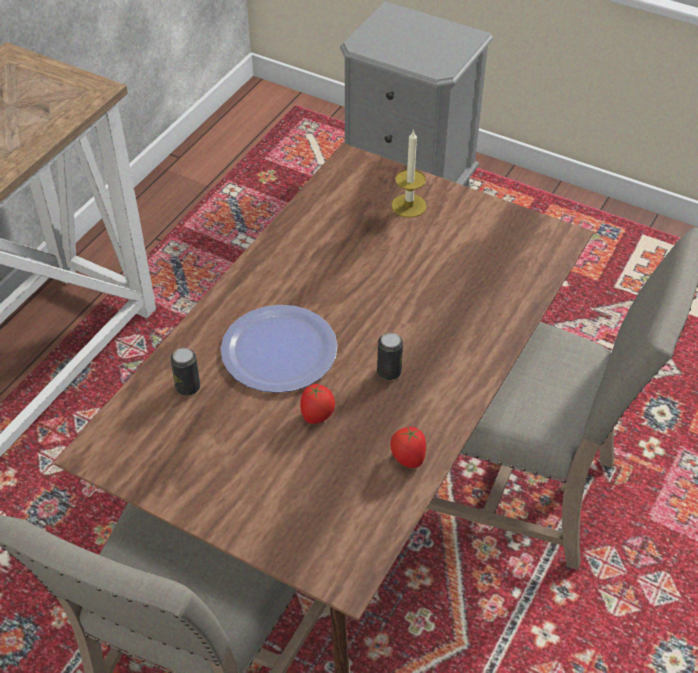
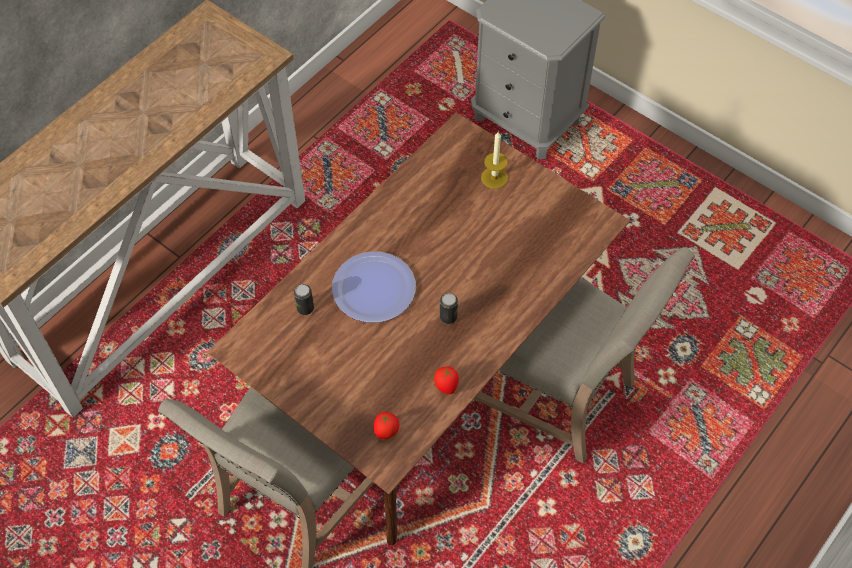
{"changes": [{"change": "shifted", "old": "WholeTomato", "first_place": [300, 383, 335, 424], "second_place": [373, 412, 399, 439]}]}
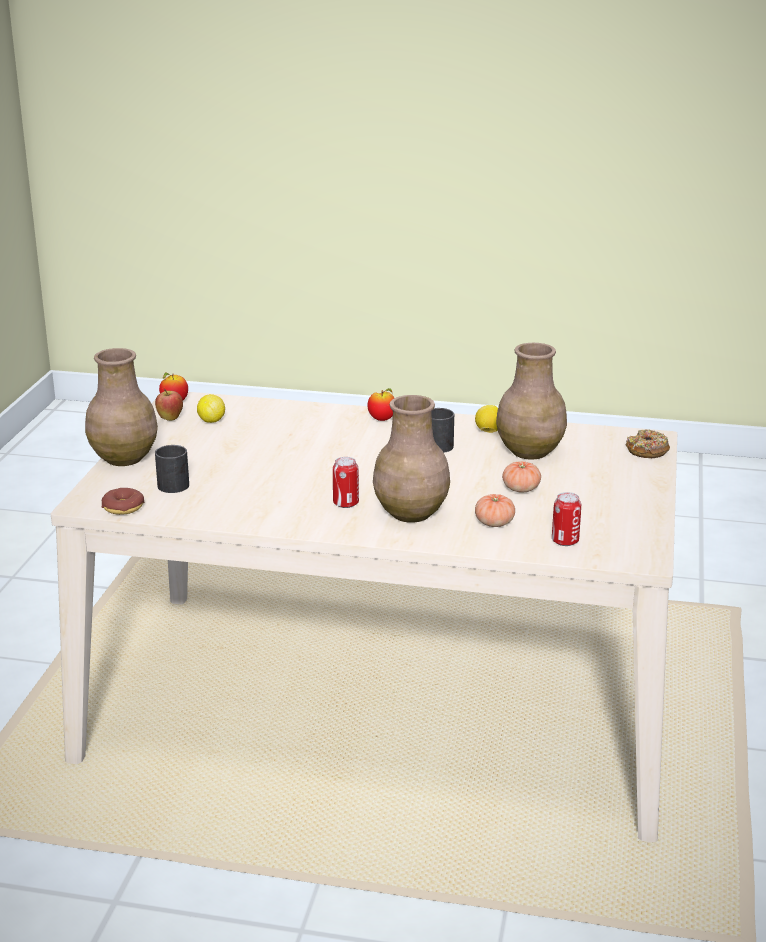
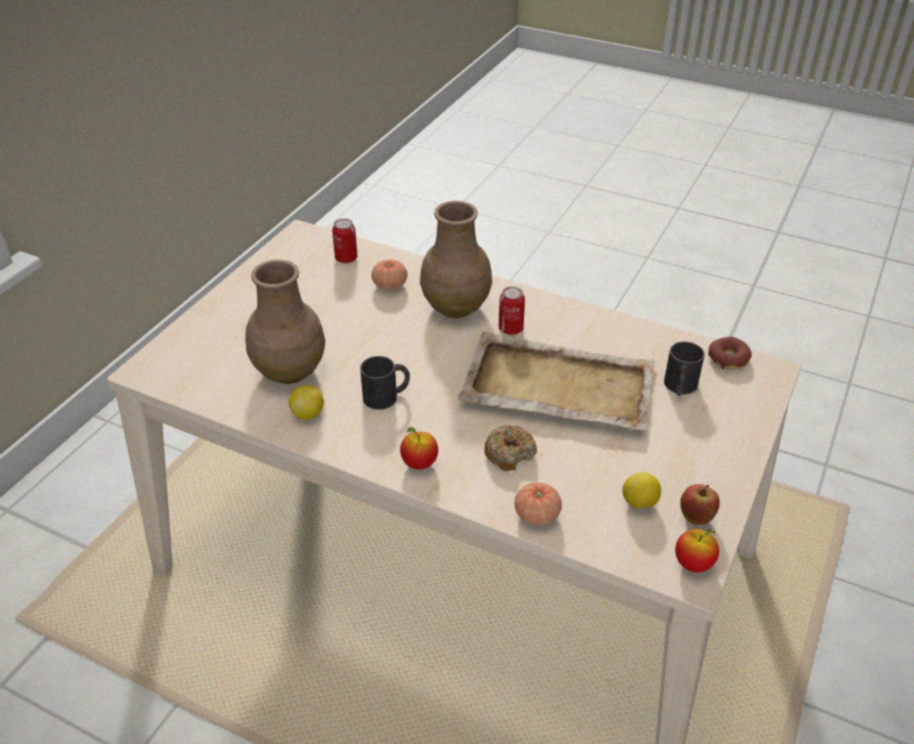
{"changes": [{"change": "gone", "old": "BrownishFlowerVase", "first_place": [85, 348, 158, 466]}, {"change": "shifted", "old": "WholeTomato", "first_place": [502, 461, 541, 492], "second_place": [515, 482, 562, 526]}, {"change": "shifted", "old": "Doughnut", "first_place": [626, 429, 670, 458], "second_place": [484, 425, 537, 471]}, {"change": "new", "new": "SandColouredServingTray", "second_place": [458, 332, 656, 430]}]}
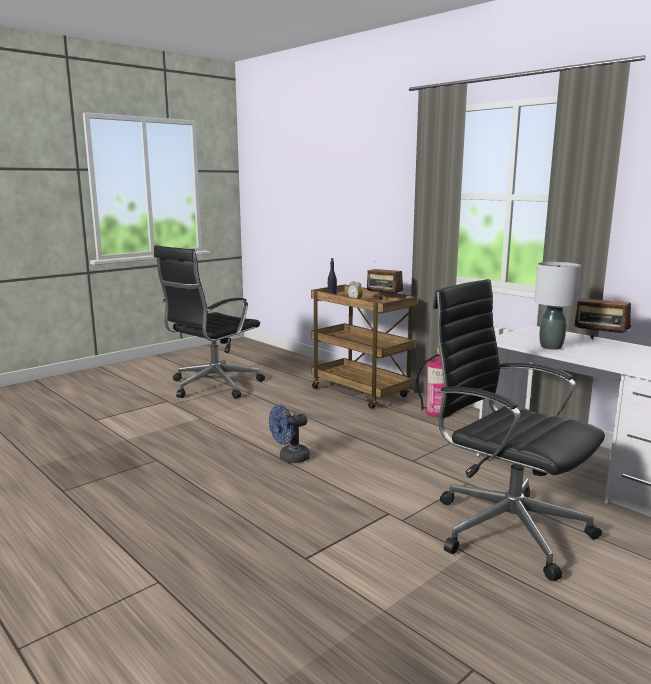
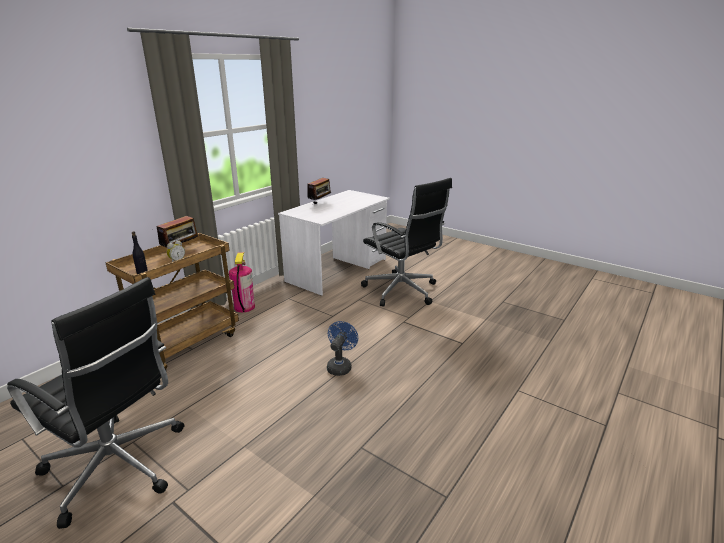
{"changes": [{"change": "rotated", "old": "BlueElectricFan", "first_place": [269, 405, 310, 463], "second_place": [327, 321, 358, 376], "degrees": -120}, {"change": "rotated", "old": "BlackColouredDeskChair", "first_place": [433, 279, 605, 581], "second_place": [361, 178, 452, 306], "degrees": -75}, {"change": "gone", "old": "GreyTableLamp", "first_place": [534, 262, 581, 350]}]}
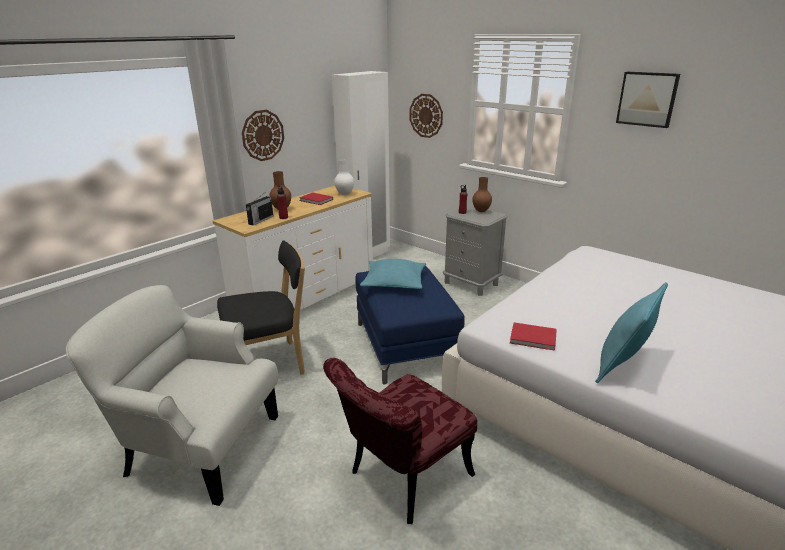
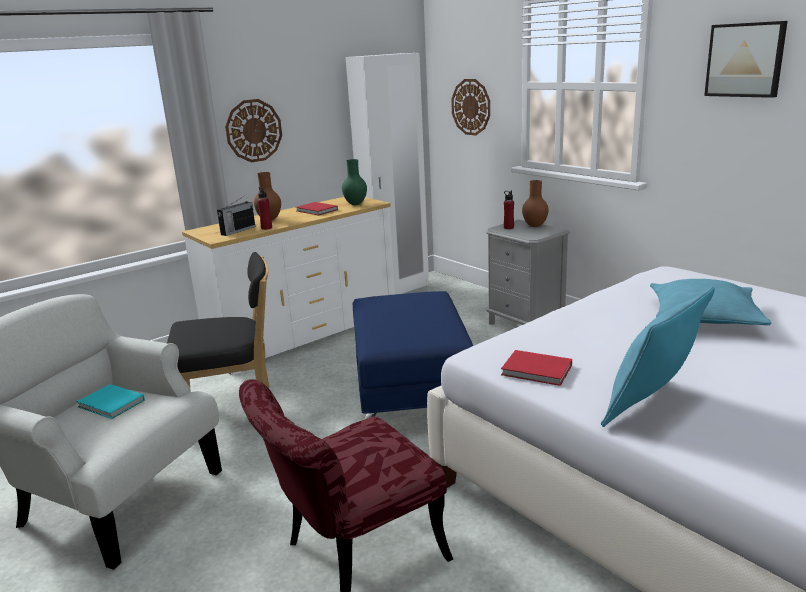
{"changes": [{"change": "repainted", "old": "WhiteFlowerVase", "new": "GreenColouredFlowerVase", "first_place": [334, 159, 354, 195], "second_place": [342, 159, 367, 205]}, {"change": "shifted", "old": "TurquoiseThrowPillow", "first_place": [360, 259, 426, 289], "second_place": [650, 279, 771, 325]}, {"change": "new", "new": "TurquoiseVolume", "second_place": [76, 384, 145, 419]}]}
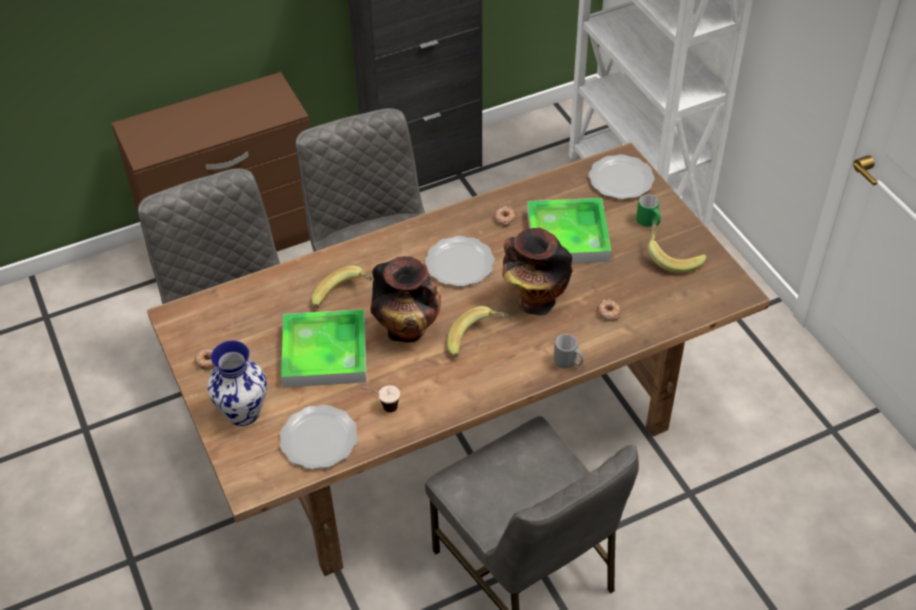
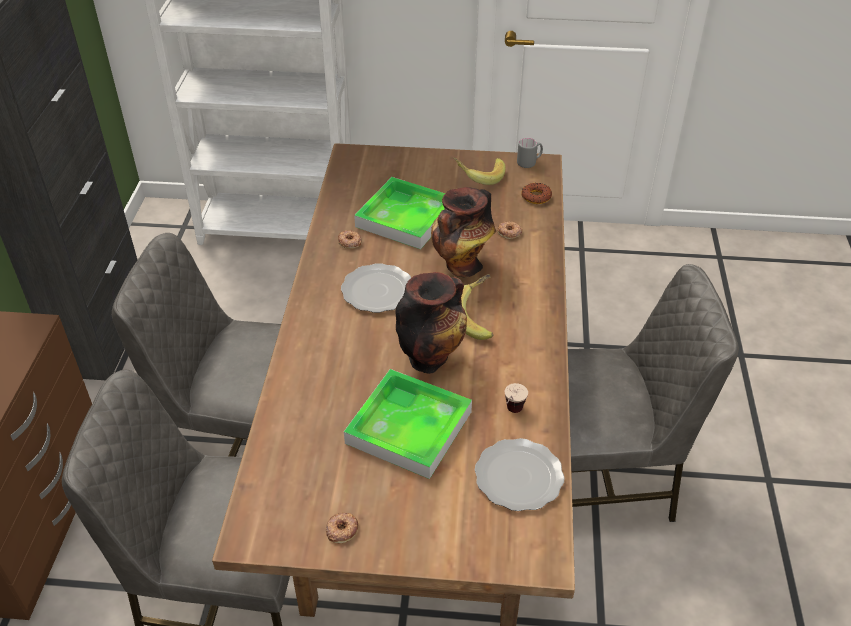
{"changes": [{"change": "gone", "old": "FlowerVase", "first_place": [207, 341, 267, 426]}, {"change": "gone", "old": "WholeBanana", "first_place": [312, 266, 373, 308]}, {"change": "shifted", "old": "GreyCoffeeMug", "first_place": [554, 334, 584, 369], "second_place": [517, 138, 543, 168]}, {"change": "gone", "old": "Plate", "first_place": [589, 154, 655, 199]}, {"change": "gone", "old": "GreenColouredCoffeeMug", "first_place": [636, 194, 661, 226]}, {"change": "new", "new": "Doughnut", "second_place": [521, 183, 552, 204]}]}
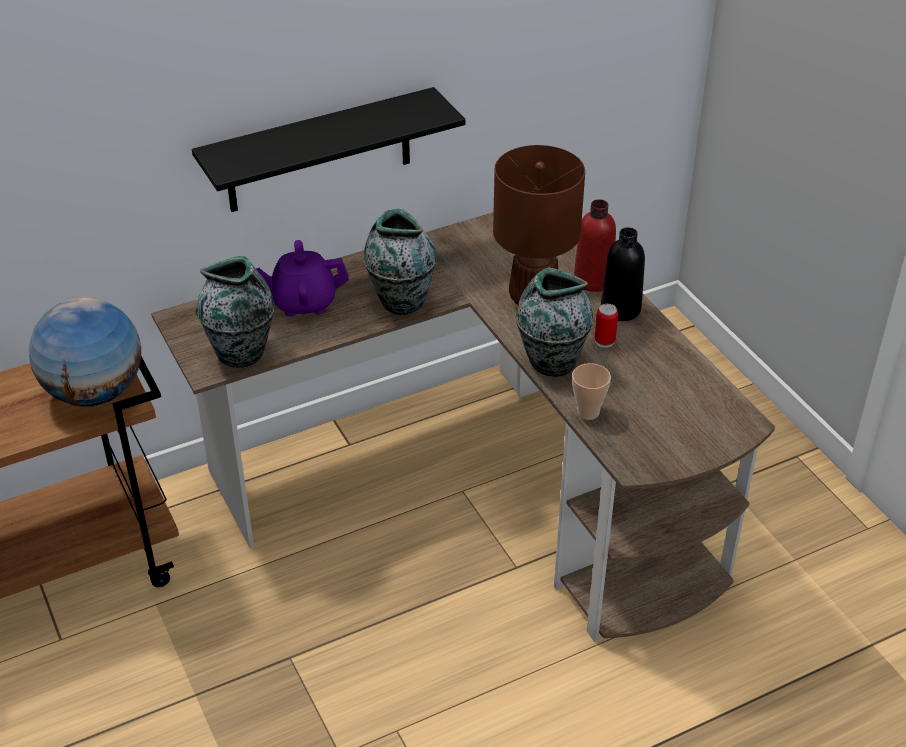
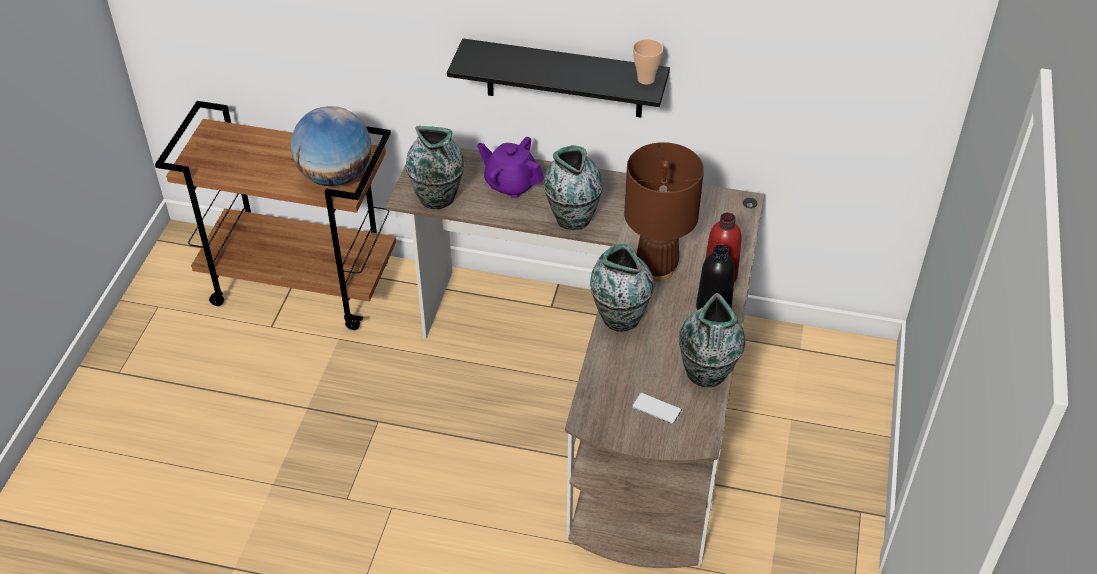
{"changes": [{"change": "shifted", "old": "SmallCup", "first_place": [572, 363, 611, 420], "second_place": [633, 39, 663, 85]}, {"change": "gone", "old": "MetalCan", "first_place": [595, 304, 618, 348]}, {"change": "new", "new": "Telephone", "second_place": [632, 393, 682, 424]}, {"change": "new", "new": "FlowerVase", "second_place": [679, 293, 745, 388]}]}
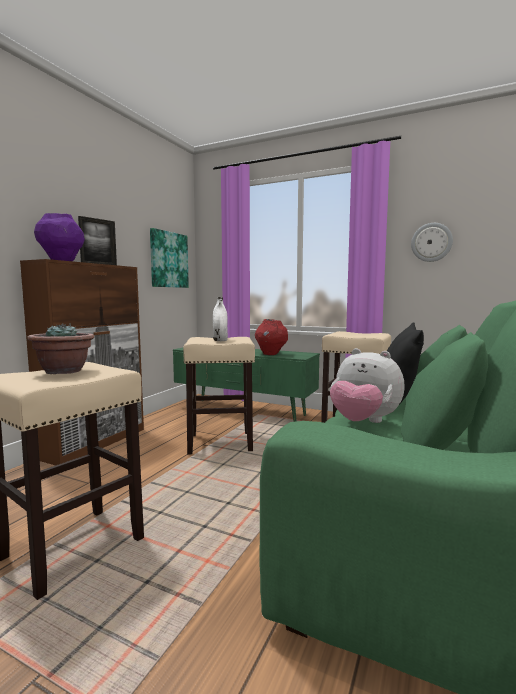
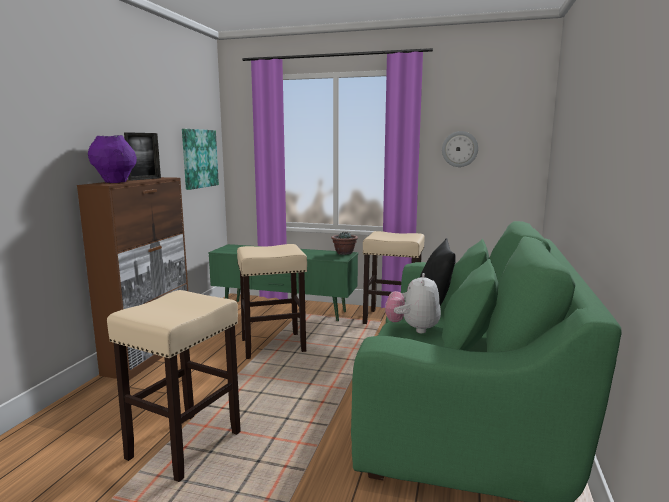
{"changes": [{"change": "shifted", "old": "PottedPlant", "first_place": [27, 323, 94, 374], "second_place": [331, 231, 358, 255]}, {"change": "gone", "old": "WhiteFlowerVase", "first_place": [213, 297, 228, 341]}, {"change": "gone", "old": "ReddishFlowerVase", "first_place": [255, 319, 288, 355]}, {"change": "rotated", "old": "PlushToy", "first_place": [330, 348, 405, 423], "second_place": [385, 273, 441, 333], "degrees": 75}]}
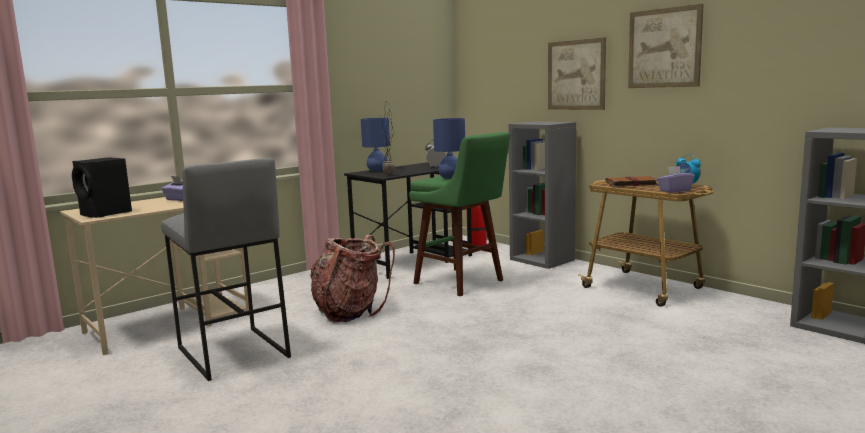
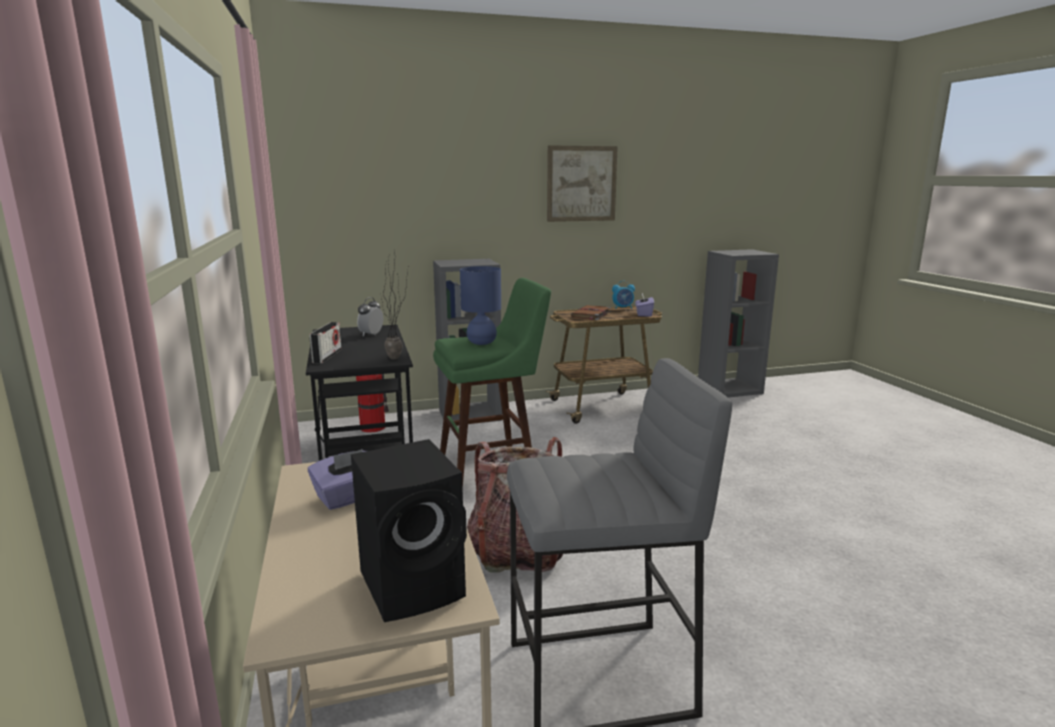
{"changes": [{"change": "swapped", "old": "BlueTableLamp", "new": "RadioReceiver", "first_place": [361, 118, 390, 171], "second_place": [309, 322, 342, 363]}, {"change": "gone", "old": "Picture", "first_place": [548, 37, 606, 110]}]}
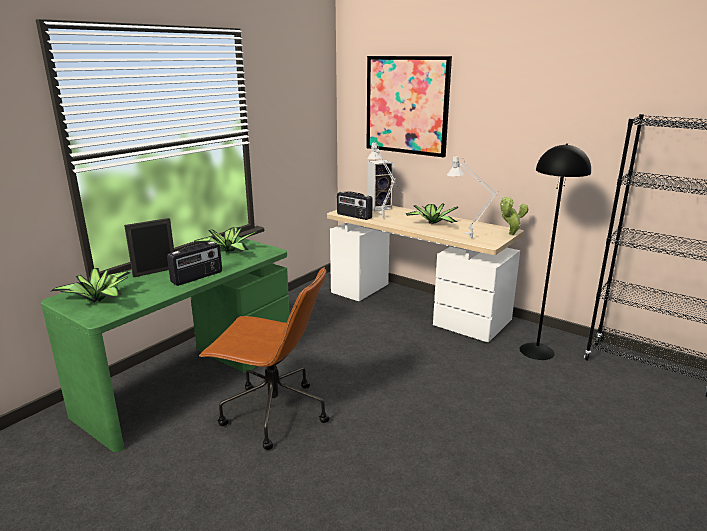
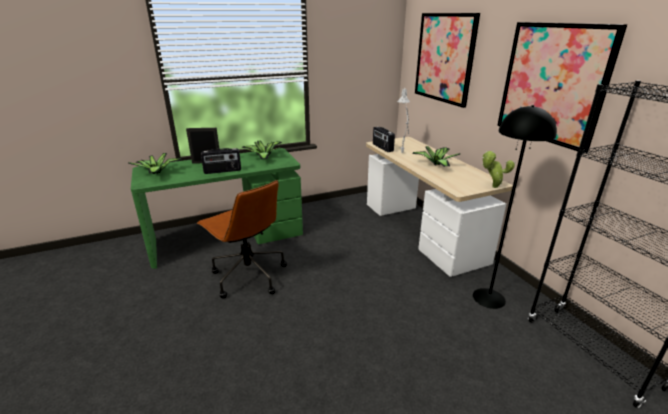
{"changes": [{"change": "gone", "old": "Speaker", "first_place": [367, 160, 393, 211]}, {"change": "gone", "old": "GreyTableLamp", "first_place": [447, 155, 510, 238]}, {"change": "new", "new": "Picture", "second_place": [497, 22, 627, 153]}]}
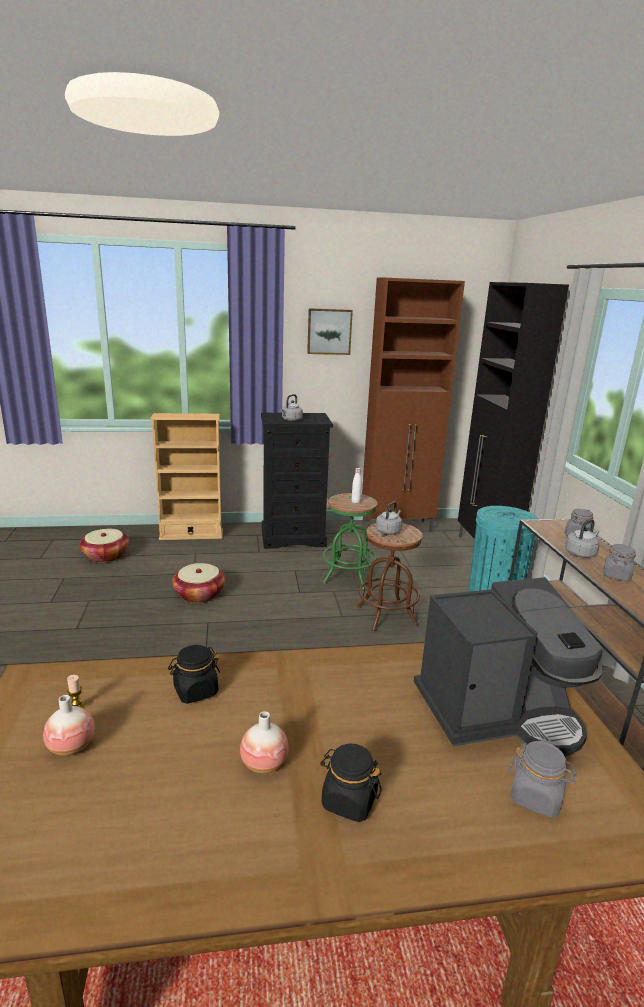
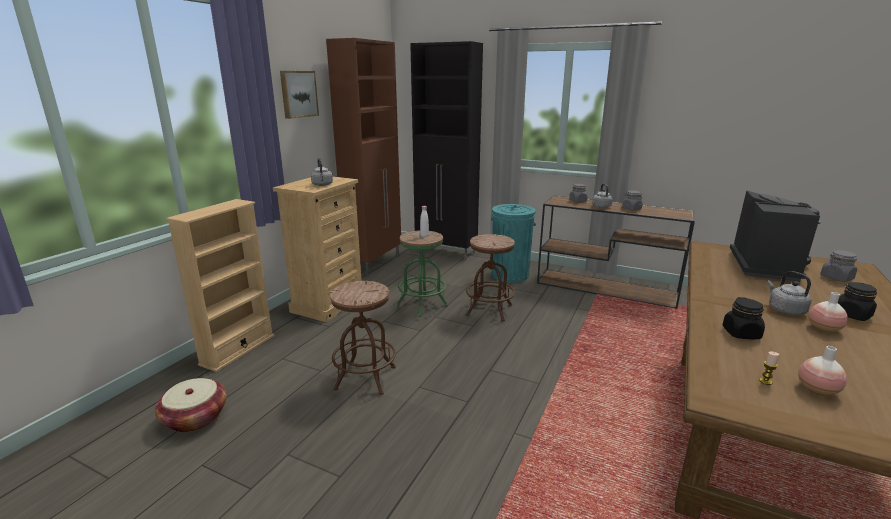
{"changes": [{"change": "swapped", "old": "StorageBasket", "new": "BrownishStool", "first_place": [172, 563, 225, 603], "second_place": [330, 281, 396, 395]}, {"change": "repainted", "old": "BlackColouredDresser", "new": "SandColouredDresser", "first_place": [261, 413, 333, 549], "second_place": [273, 177, 362, 322]}, {"change": "shifted", "old": "GreyKettle", "first_place": [376, 501, 402, 535], "second_place": [767, 271, 812, 316]}]}
